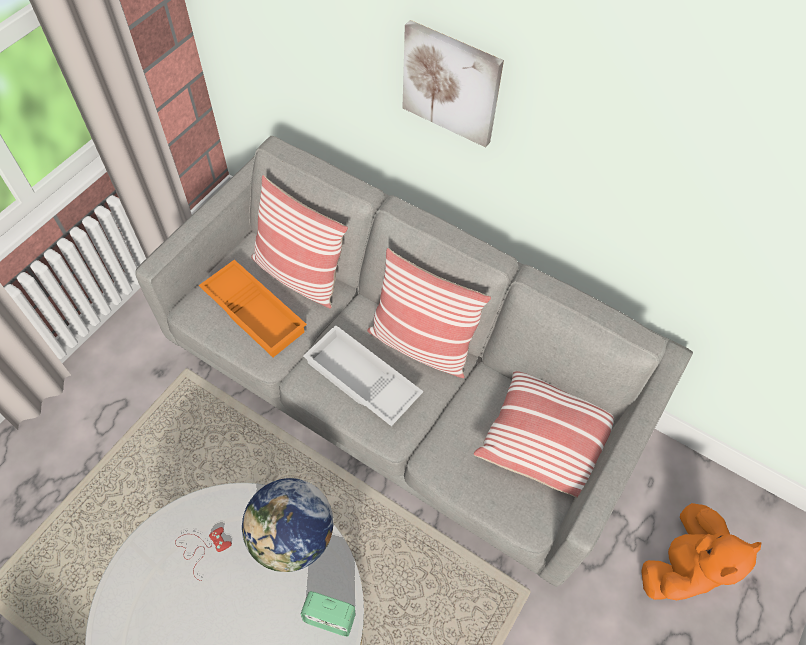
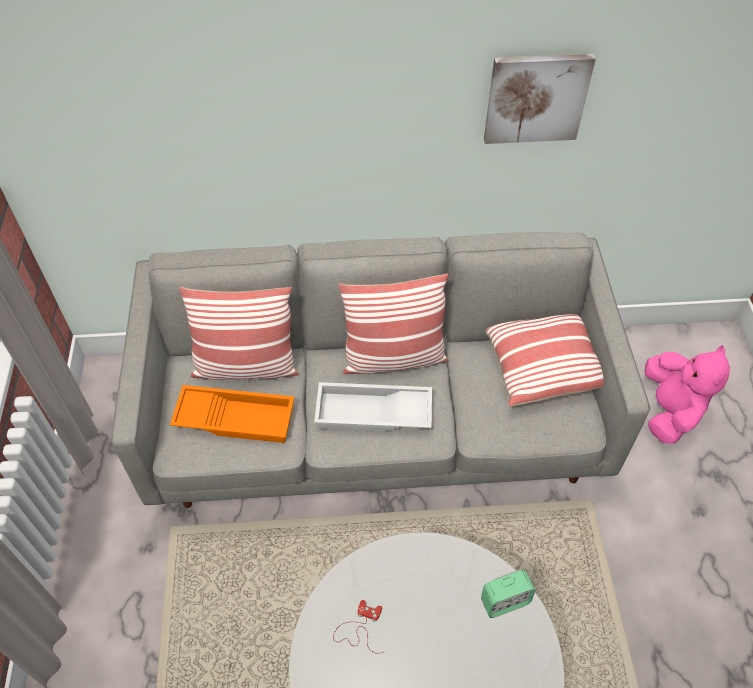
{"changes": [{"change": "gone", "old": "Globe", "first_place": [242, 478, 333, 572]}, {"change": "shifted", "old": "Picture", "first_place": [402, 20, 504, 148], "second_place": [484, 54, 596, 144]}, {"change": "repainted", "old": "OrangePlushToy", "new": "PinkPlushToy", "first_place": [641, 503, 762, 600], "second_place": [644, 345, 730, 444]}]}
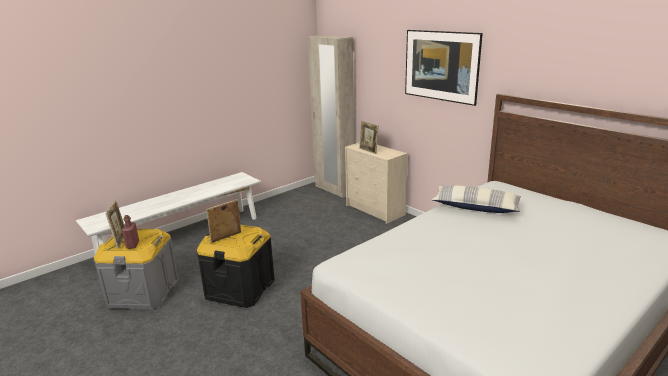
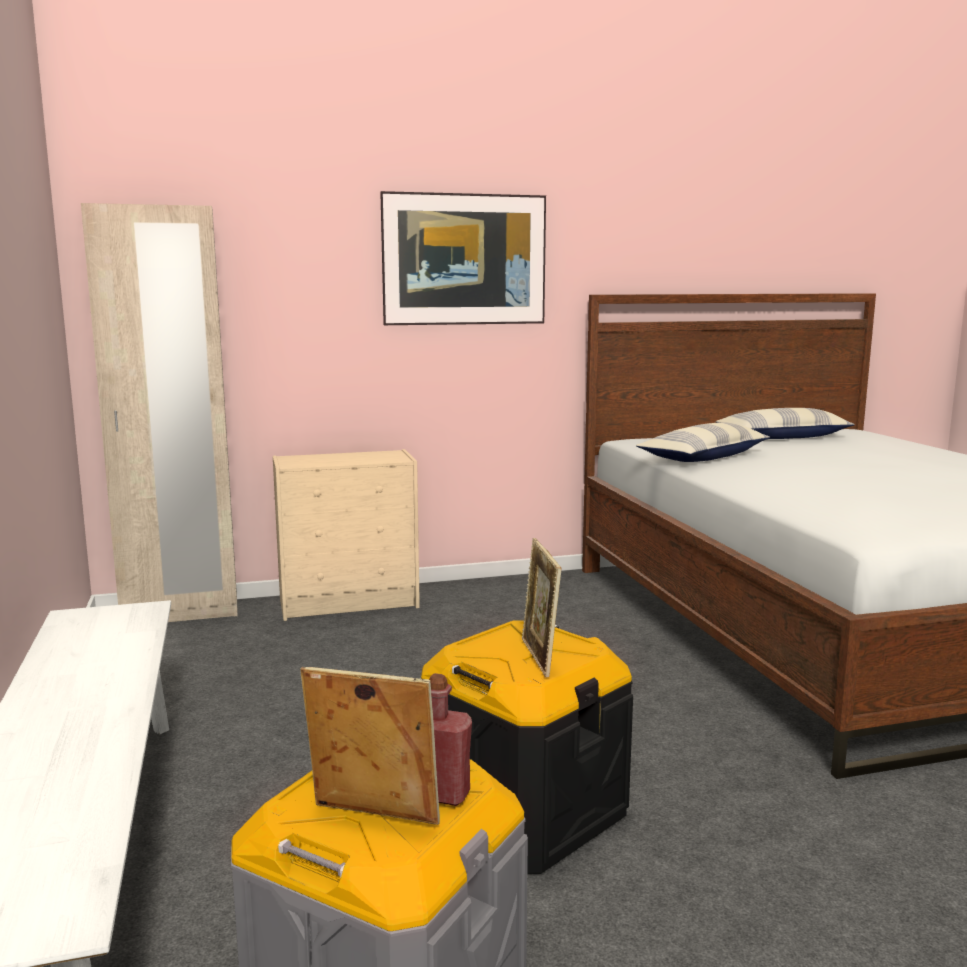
{"changes": [{"change": "gone", "old": "StandingFrame", "first_place": [359, 121, 379, 154]}, {"change": "new", "new": "ThrowPillow", "second_place": [716, 408, 855, 439]}]}
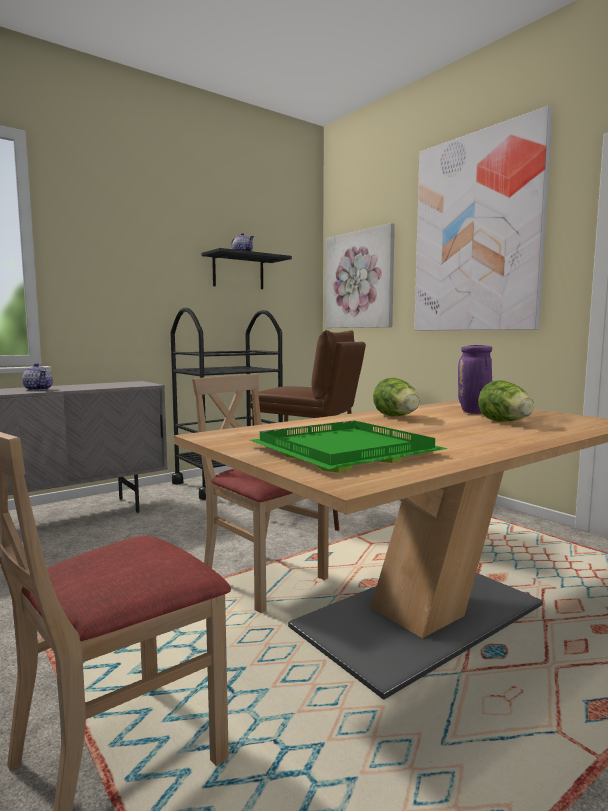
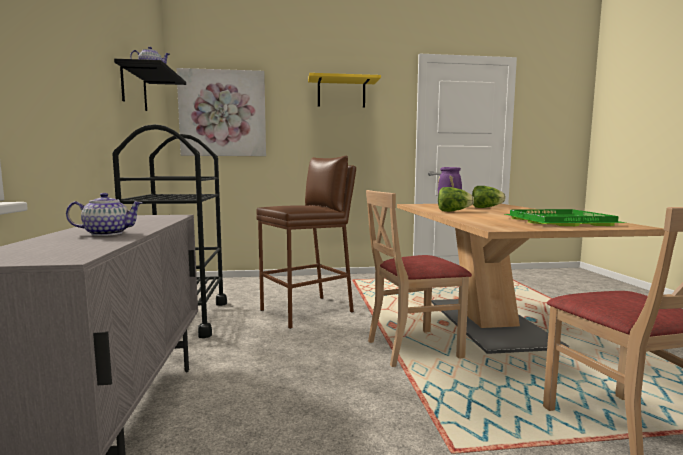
{"changes": [{"change": "swapped", "old": "Picture", "new": "YellowishBracketShelf", "first_place": [414, 106, 553, 330], "second_place": [308, 73, 381, 108]}]}
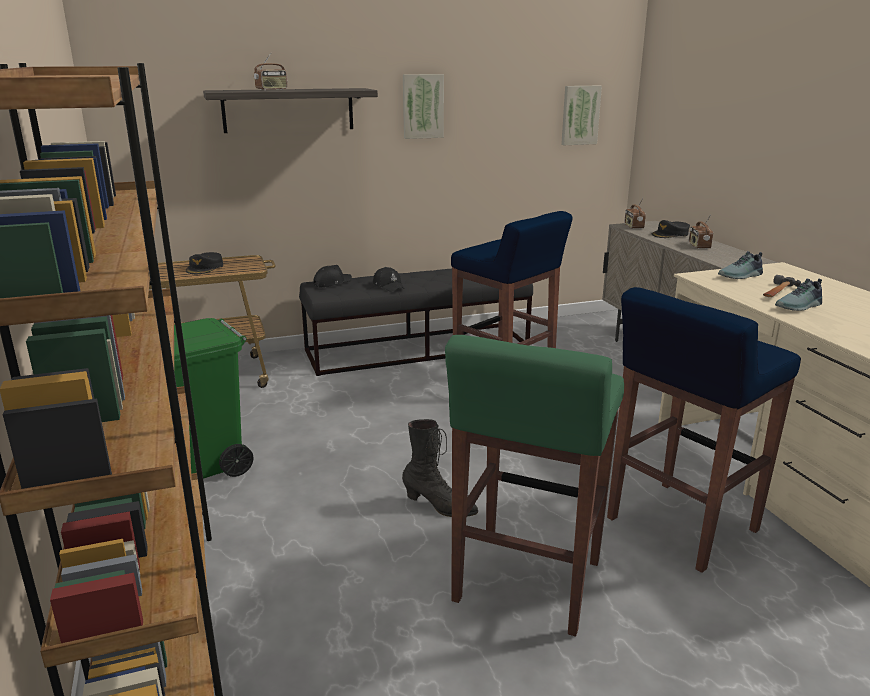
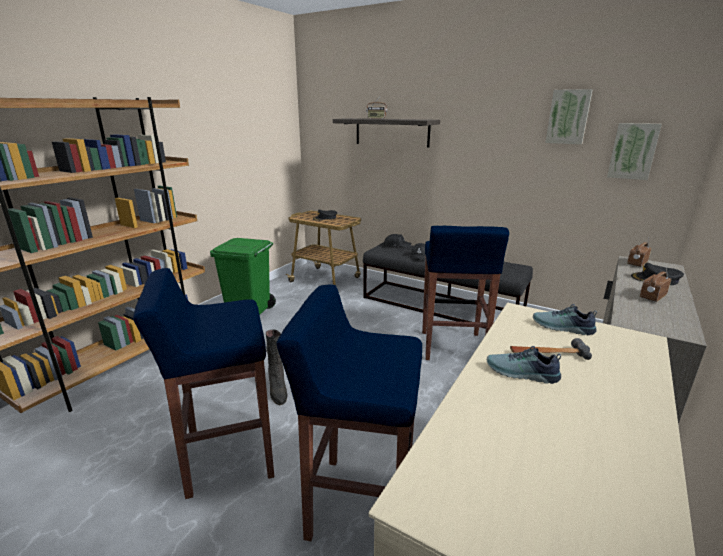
{"changes": [{"change": "shifted", "old": "Picture", "first_place": [403, 74, 444, 139], "second_place": [545, 89, 593, 144]}, {"change": "repainted", "old": "GreenColouredStool", "new": "BlueStool", "first_place": [445, 335, 624, 636], "second_place": [133, 268, 274, 499]}]}
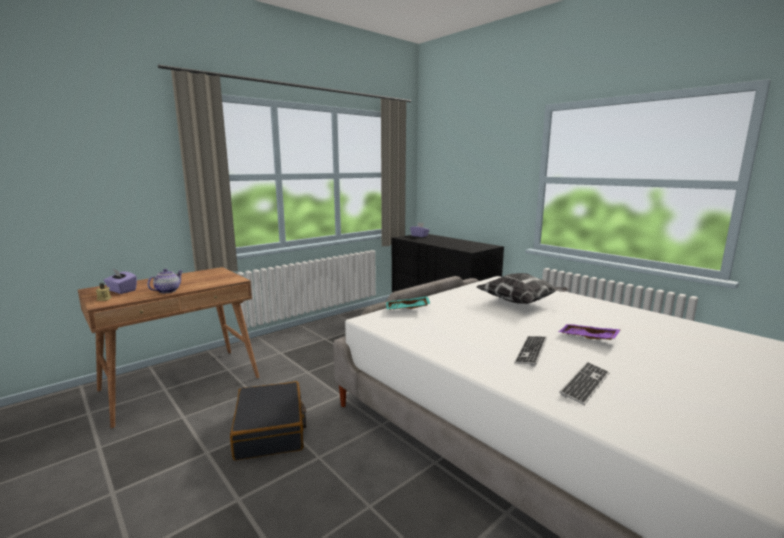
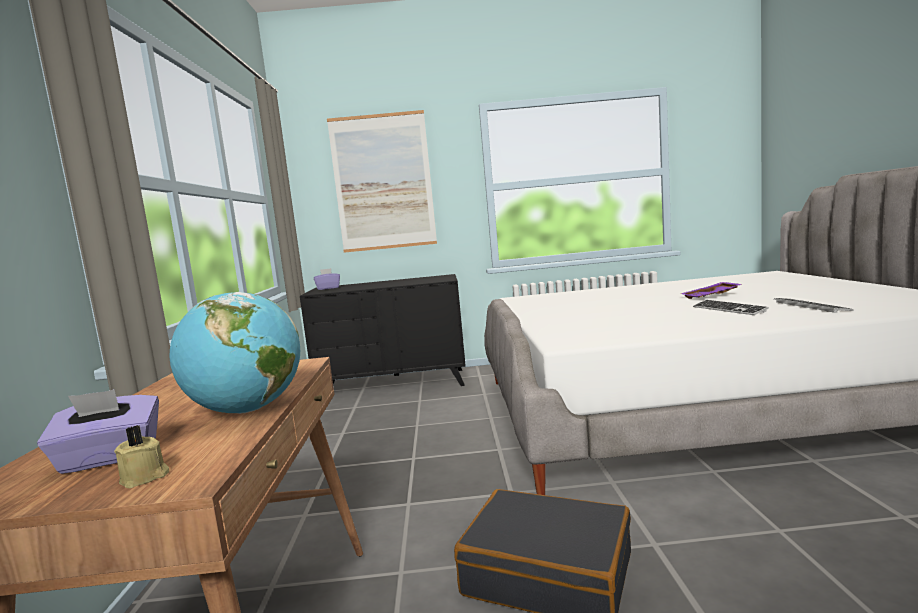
{"changes": [{"change": "swapped", "old": "TeaPot", "new": "Globe", "first_place": [147, 269, 183, 293], "second_place": [170, 292, 300, 414]}, {"change": "gone", "old": "TurquoiseServingTray", "first_place": [386, 296, 430, 310]}, {"change": "gone", "old": "ThrowPillow", "first_place": [477, 273, 568, 304]}, {"change": "new", "new": "Picture", "second_place": [327, 110, 437, 253]}]}
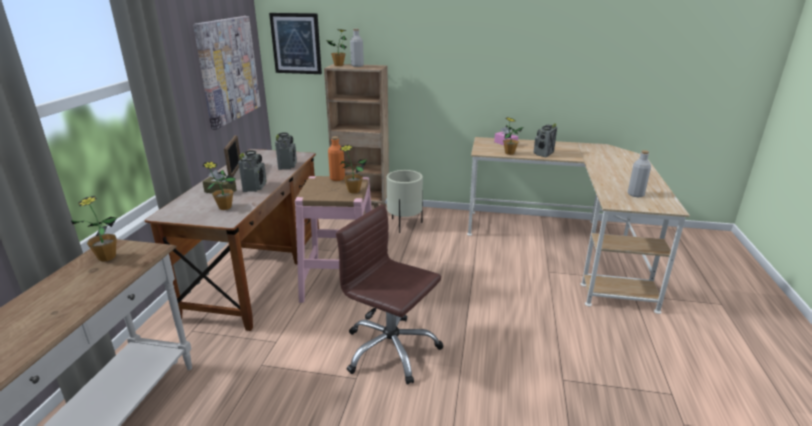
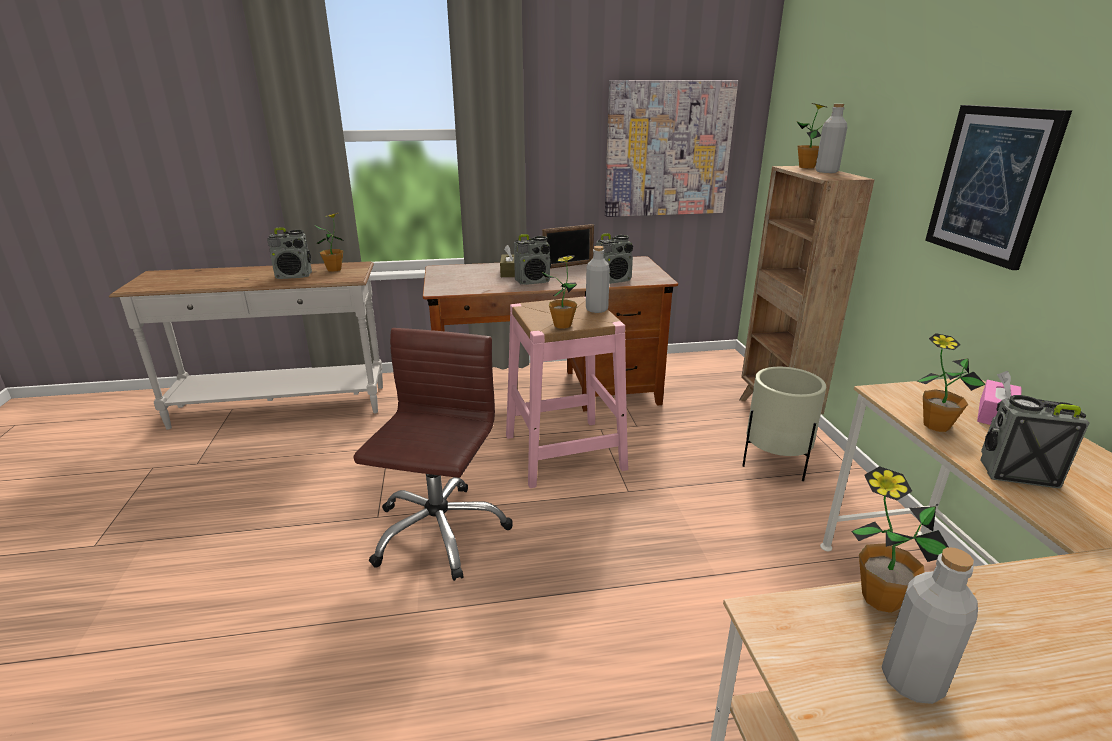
{"changes": [{"change": "shifted", "old": "PottedPlant", "first_place": [203, 162, 236, 210], "second_place": [852, 466, 948, 613]}, {"change": "shifted", "old": "Picture", "first_place": [269, 13, 322, 74], "second_place": [925, 105, 1072, 270]}, {"change": "repainted", "old": "OrangeDrinkBottle", "new": "GreyDrinkBottle", "first_place": [328, 136, 345, 181], "second_place": [586, 246, 610, 313]}, {"change": "new", "new": "RadioReceiver", "second_place": [267, 227, 312, 279]}]}
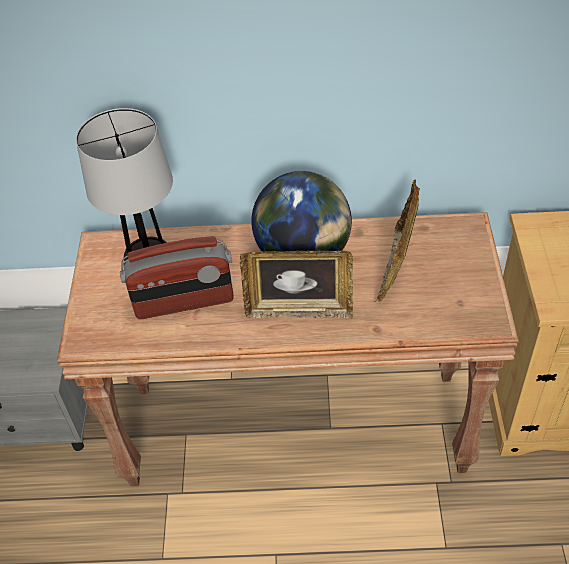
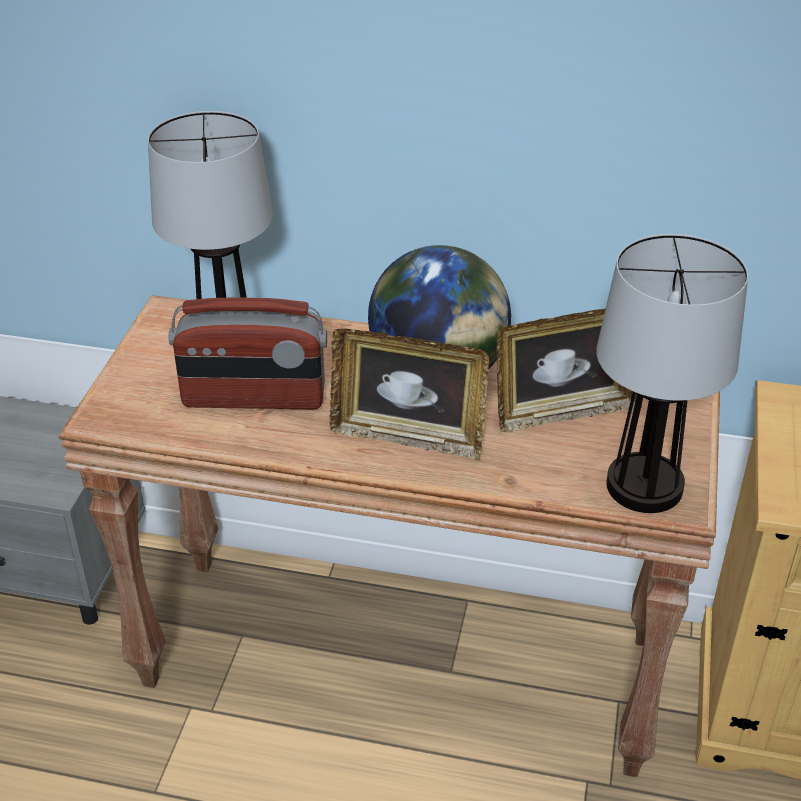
{"changes": [{"change": "rotated", "old": "StandingFrame", "first_place": [374, 179, 420, 302], "second_place": [497, 308, 642, 432], "degrees": -135}, {"change": "new", "new": "TableLamp", "second_place": [596, 234, 748, 513]}]}
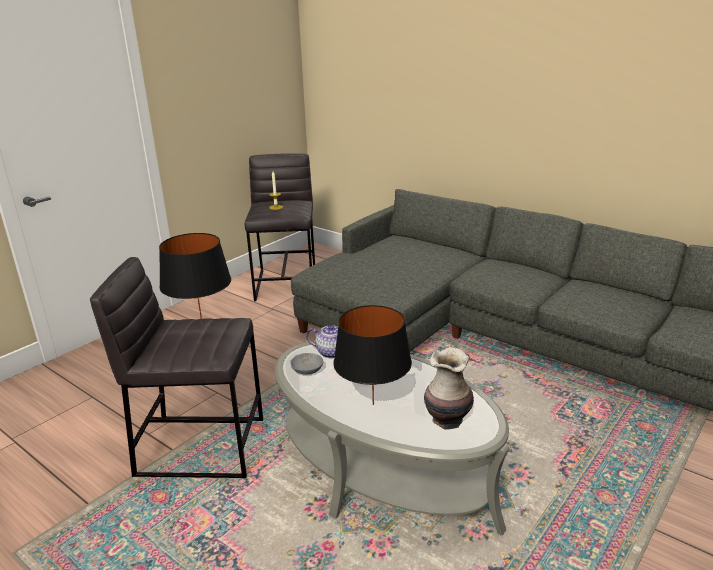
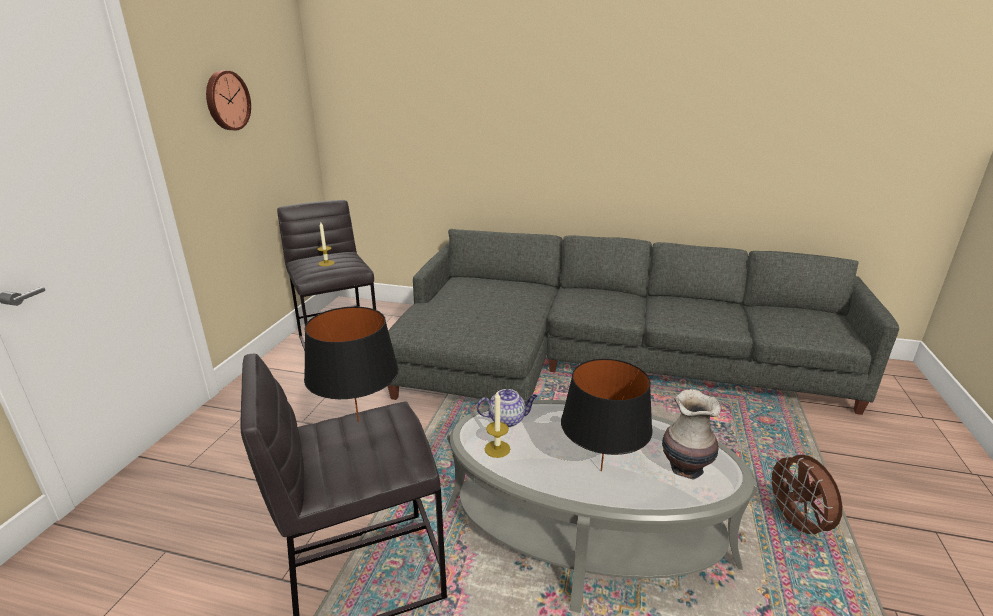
{"changes": [{"change": "swapped", "old": "GreyDeepDish", "new": "WaxCandle", "first_place": [290, 353, 323, 375], "second_place": [485, 391, 510, 458]}, {"change": "new", "new": "WallClock", "second_place": [206, 70, 251, 130]}, {"change": "new", "new": "BrownishElectricFan", "second_place": [765, 453, 843, 539]}]}
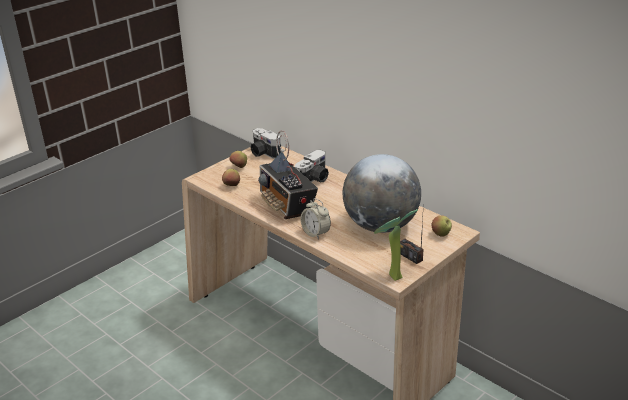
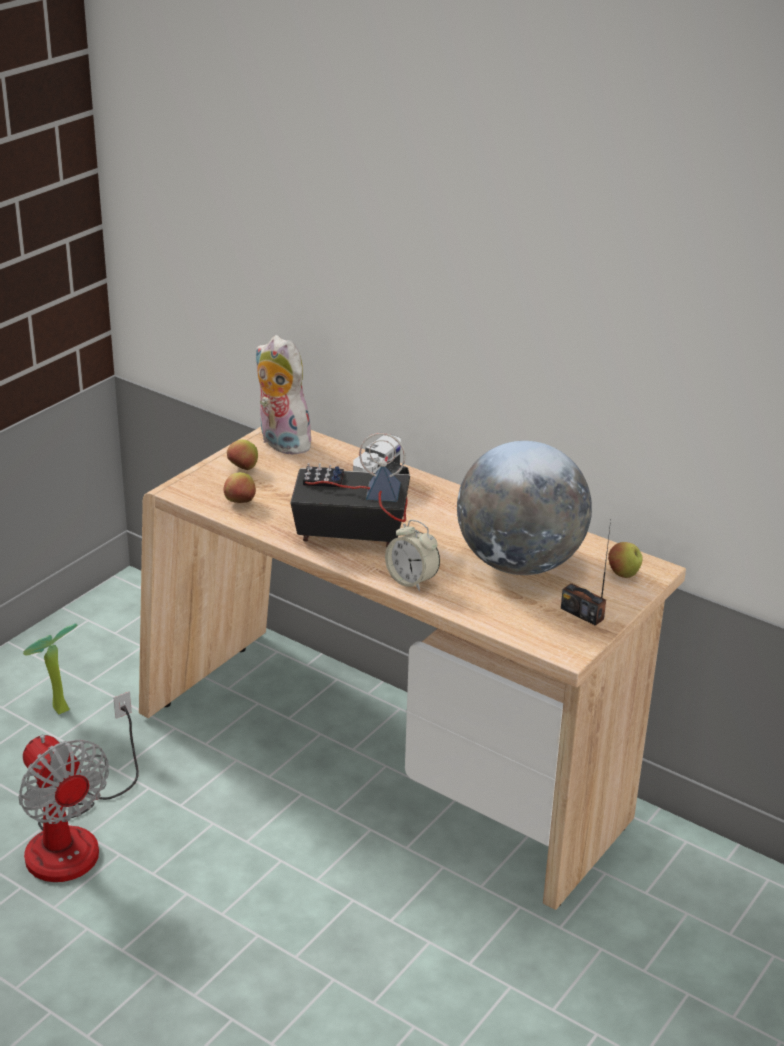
{"changes": [{"change": "swapped", "old": "StillCamera", "new": "PlushToy", "first_place": [250, 128, 281, 159], "second_place": [255, 335, 312, 455]}, {"change": "rotated", "old": "RadioReceiver", "first_place": [258, 131, 318, 219], "second_place": [290, 433, 410, 548], "degrees": 135}, {"change": "shifted", "old": "PottedPlant", "first_place": [374, 209, 418, 281], "second_place": [23, 624, 78, 714]}, {"change": "new", "new": "ElectricFan", "second_place": [18, 691, 139, 882]}]}
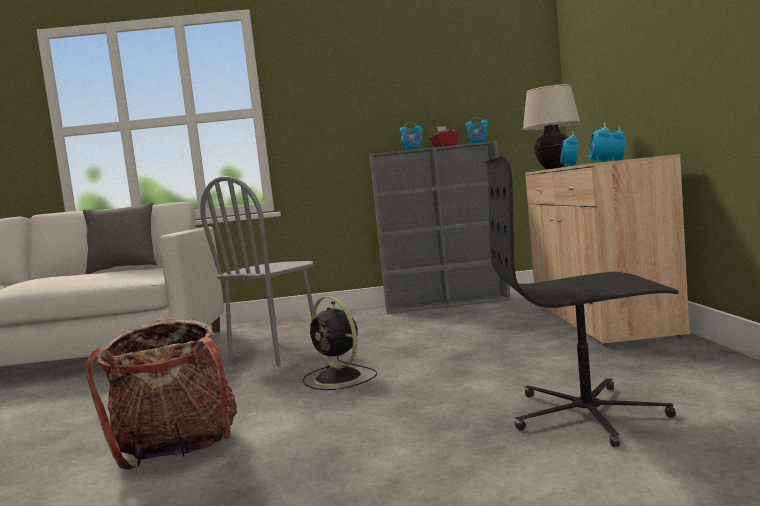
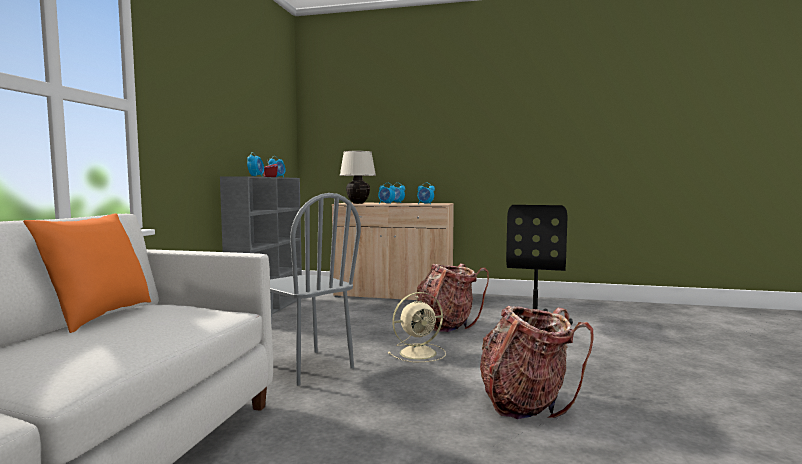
{"changes": [{"change": "repainted", "old": "GreyThrowPillow", "new": "OrangeThrowPillow", "first_place": [83, 203, 157, 274], "second_place": [23, 213, 151, 333]}, {"change": "repainted", "old": "BlackColouredElectricFan", "new": "SandColouredElectricFan", "first_place": [302, 296, 377, 390], "second_place": [388, 292, 446, 362]}, {"change": "new", "new": "Backpack", "second_place": [416, 263, 489, 332]}]}
